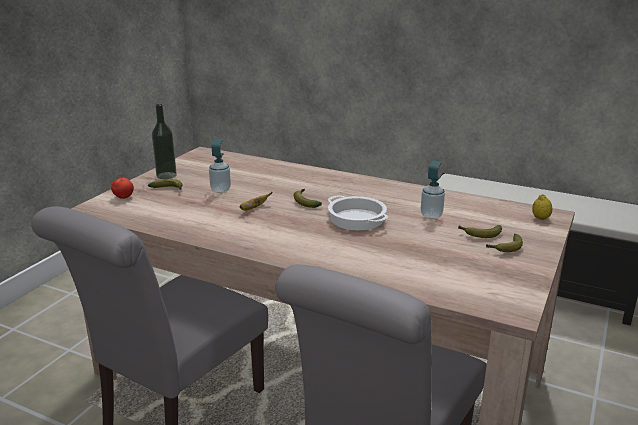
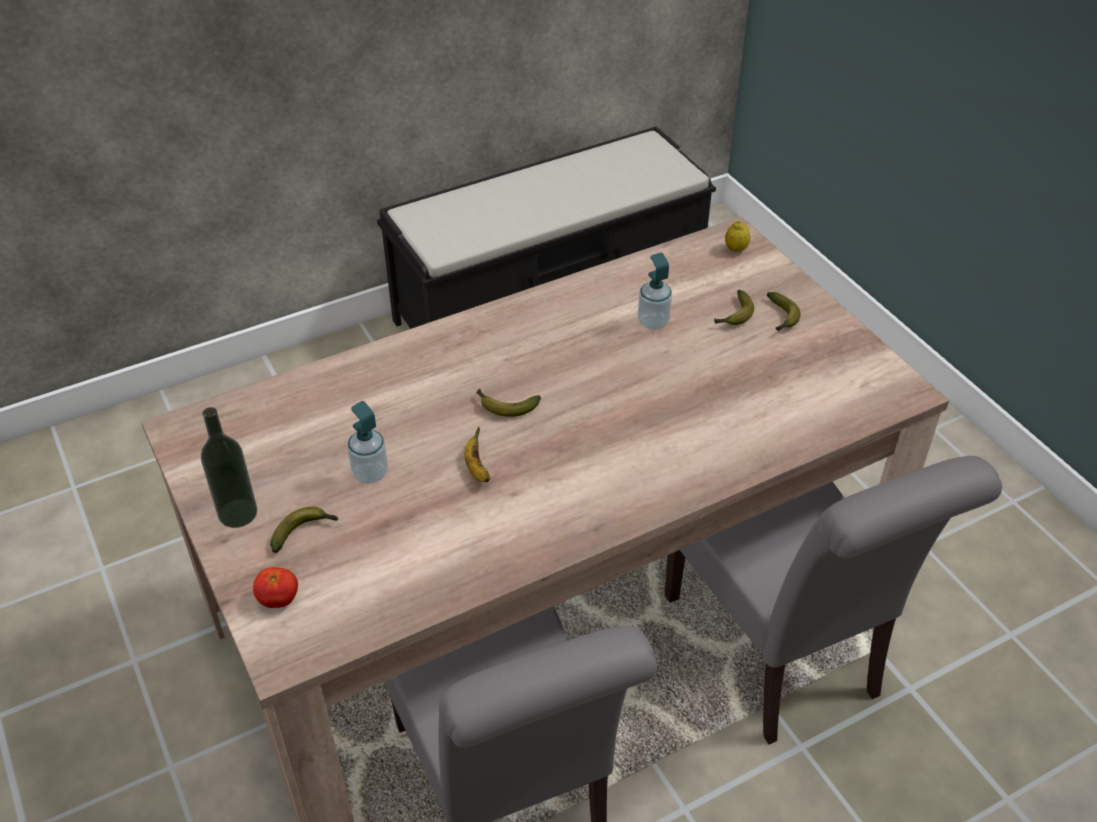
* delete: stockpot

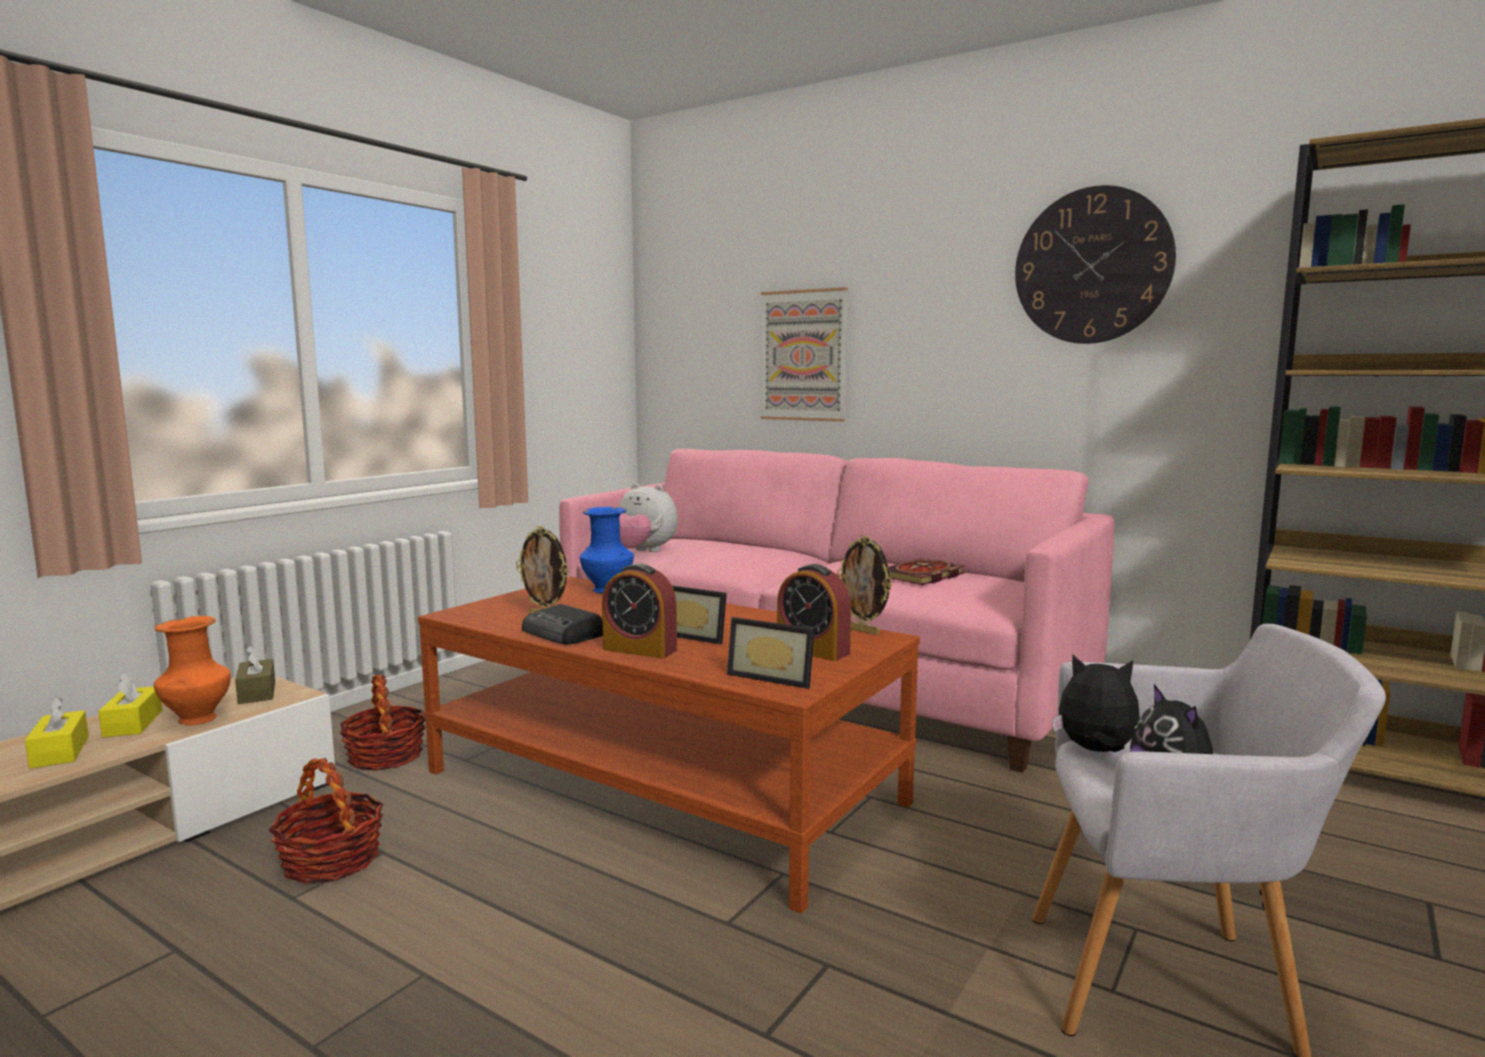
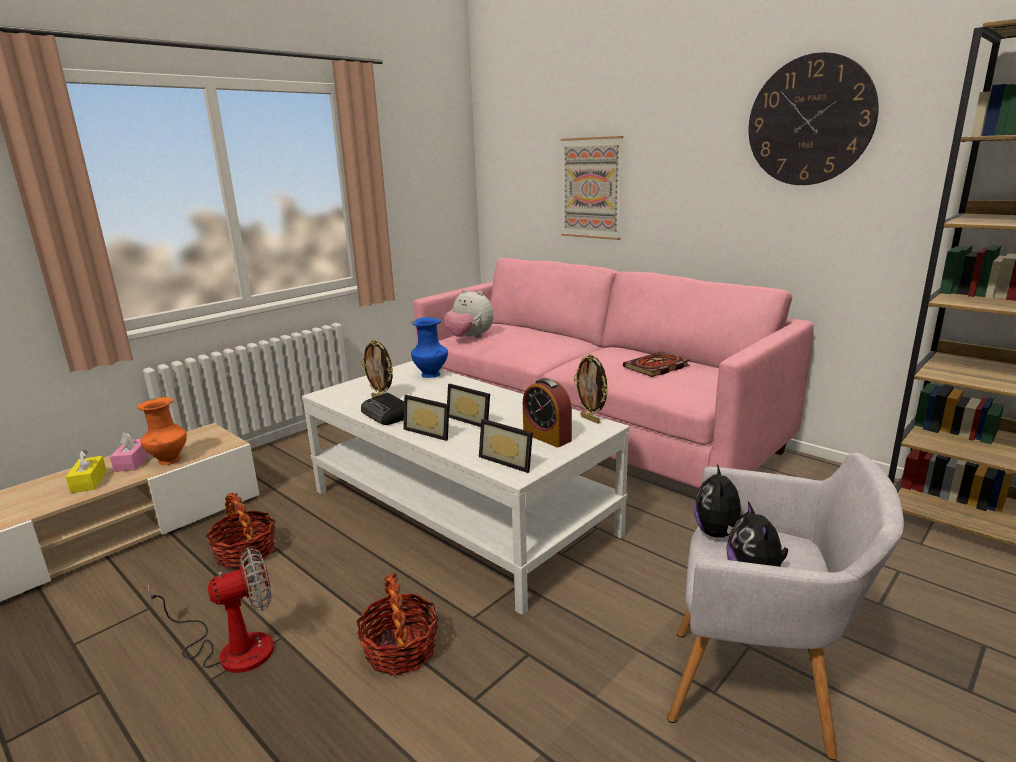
* recolor: box of tissues (yellowish) (2nd from left) to box of tissues (pinkish)
* insert: fan
* recolor: coffee table (brown-coloured) to coffee table (white)
* move: household basket (2nd from left)
* replace: bedside clock (1st from left) to photo frame (2nd from left)
* rotate: plush toy (2nd from left) 105 degrees counterclockwise
* delete: box of tissues (brown-coloured)

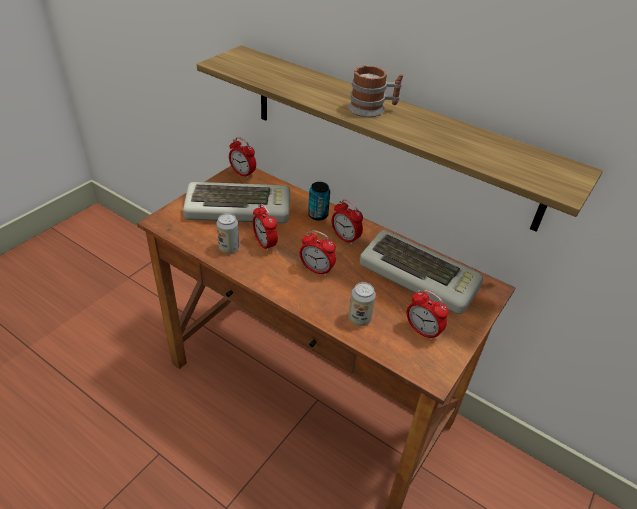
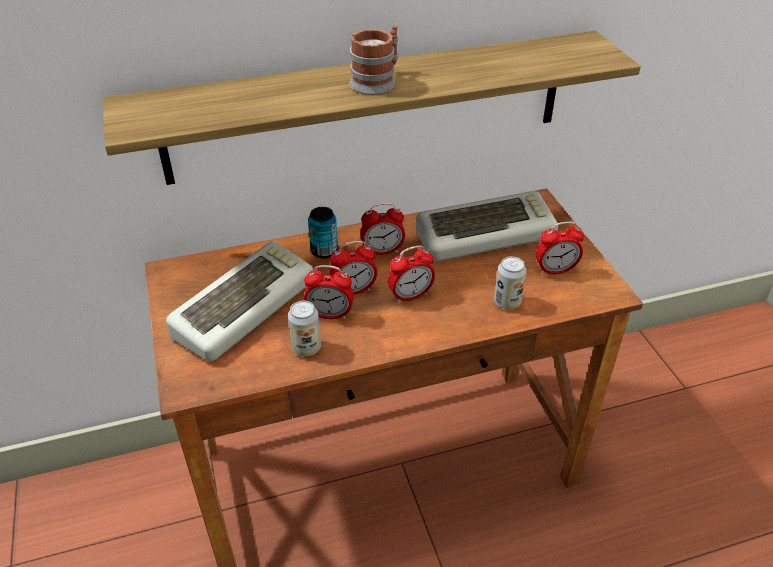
* move: bedside clock (1st from left in the first image) to bedside clock (2nd from left)

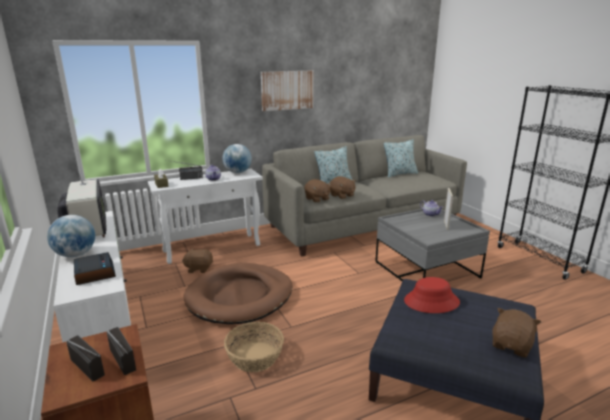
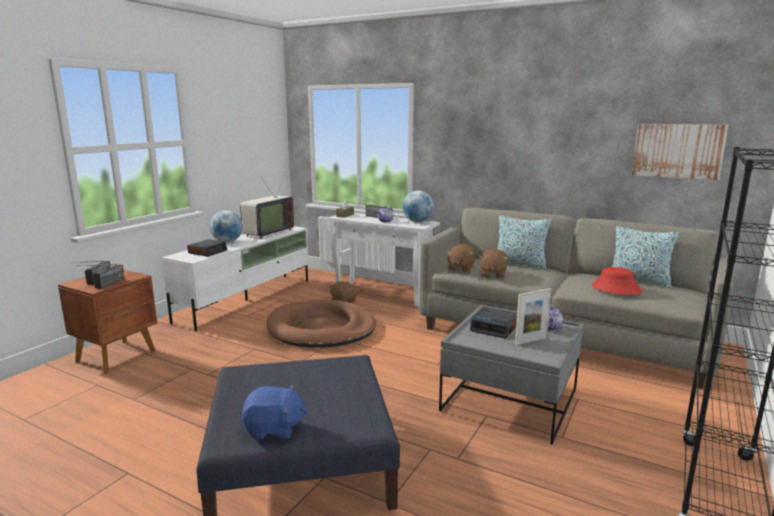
* recolor: plush toy (brown-coloured) (4th from left) to plush toy (bluish)
* insert: bedside clock (2nd from left)
* move: hat (red)
* move: wall picture
* delete: household basket

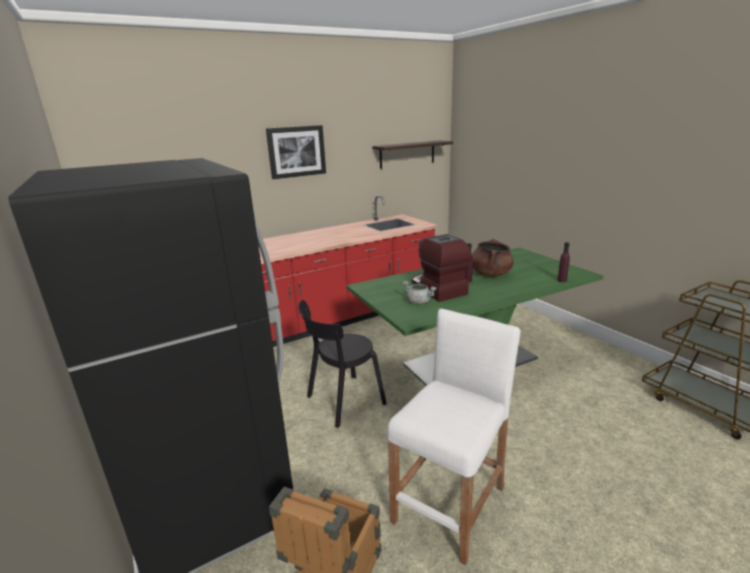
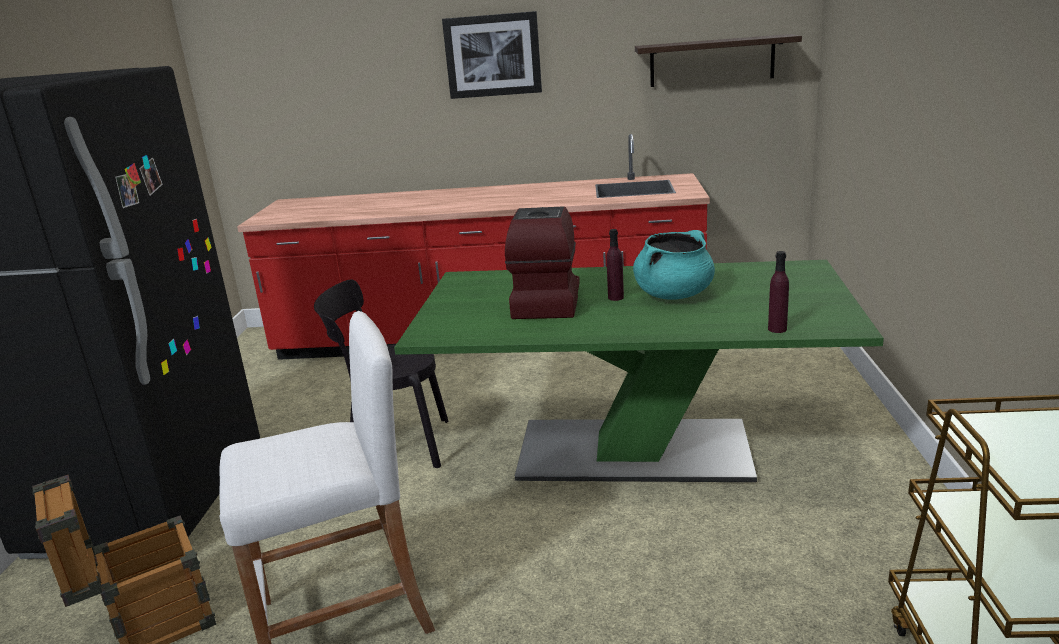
* recolor: stockpot (brown-coloured) to stockpot (blue-green)
* delete: stockpot (grey)

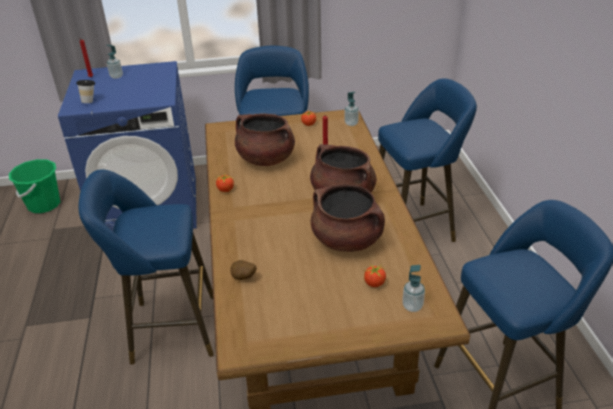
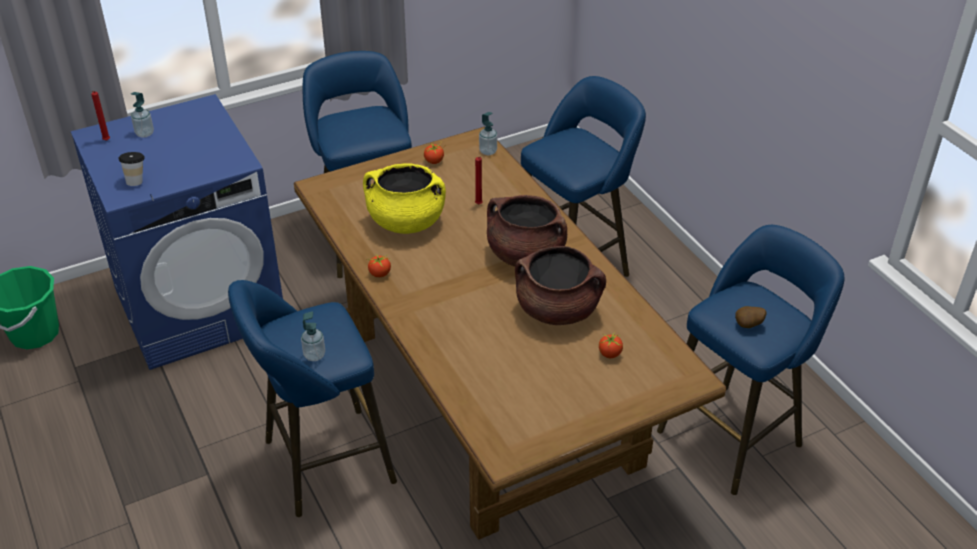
* move: liquid soap bottle (3rd from left in the first image) to liquid soap bottle (2nd from left)
* recolor: stockpot (brown-coloured) (1st from left) to stockpot (yellowish)
* move: whole potato

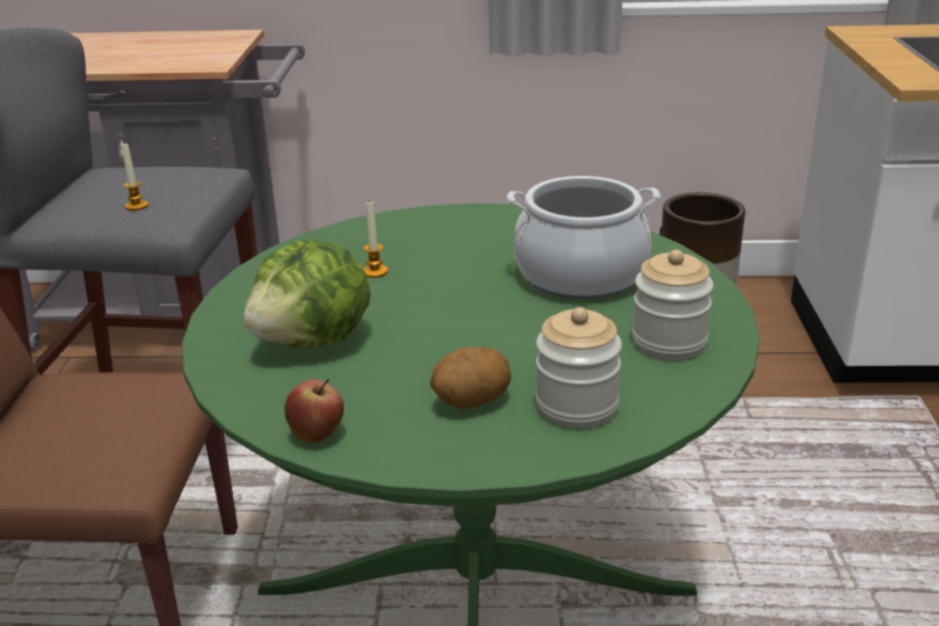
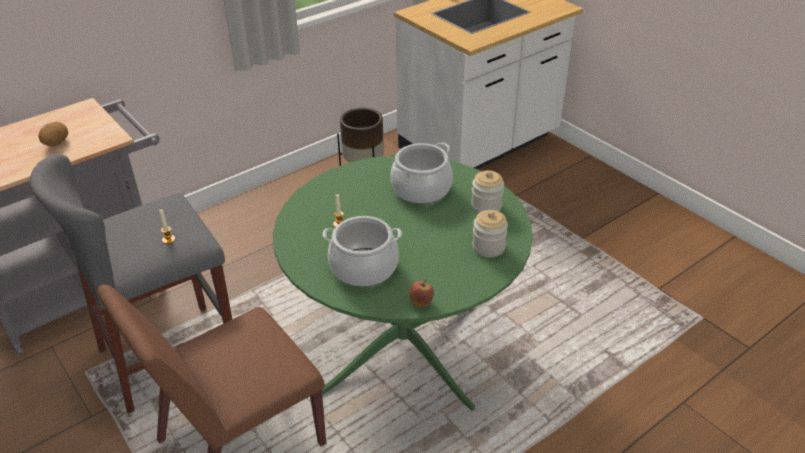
* move: whole potato
* replace: lettuce to stockpot (1st from left)

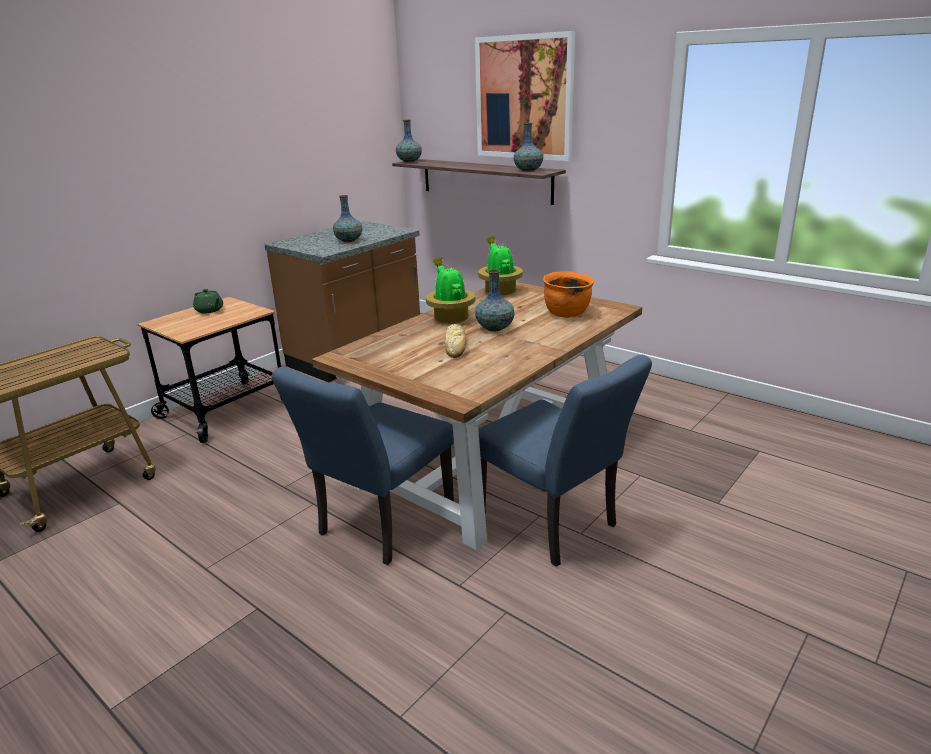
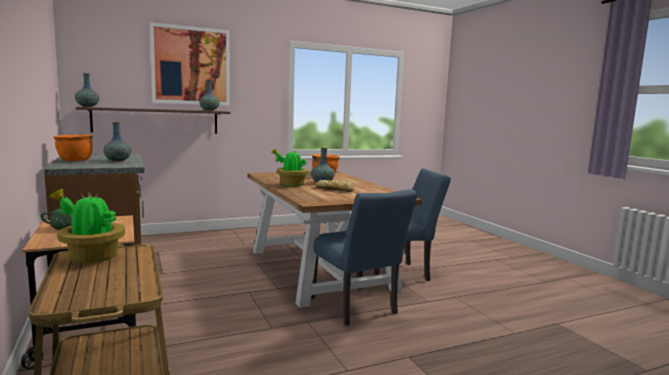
* move: houseplant (2nd from left in the first image) to houseplant (1st from left)
* insert: stockpot (orangey) (1st from left)

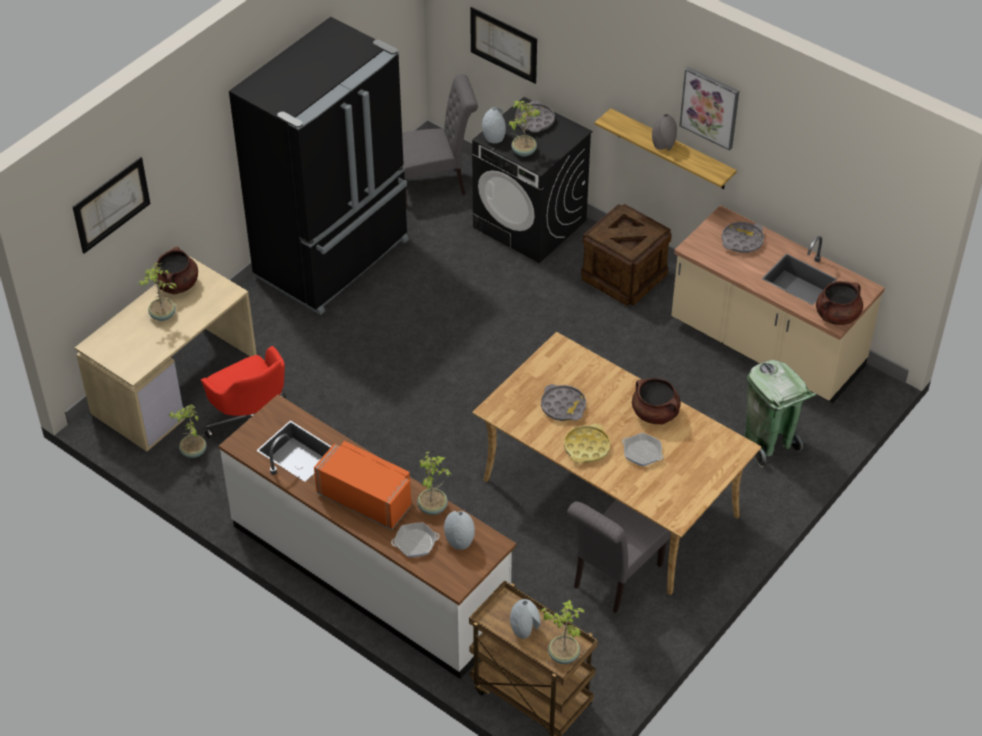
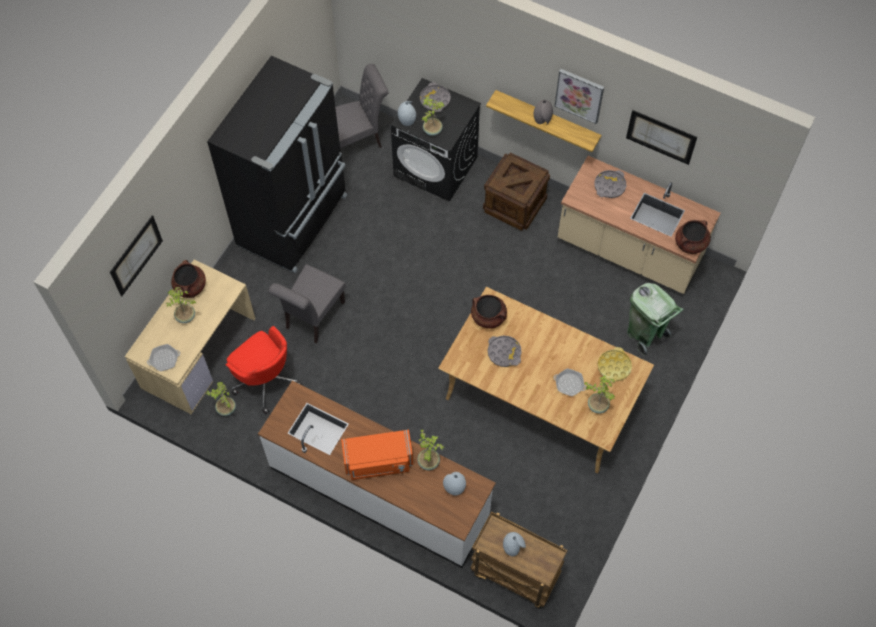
* move: pan (1st from left)
* move: plain chair (grey) (2nd from left in the first image) to plain chair (grey) (1st from left)
* rotate: microwave (orangey) 150 degrees clockwise
* move: stockpot (brown-coloured) (2nd from left)
* move: houseplant (5th from left)
* move: serving tray (yellowish)
* move: wall picture (2nd from left in the first image) to wall picture (3rd from left)

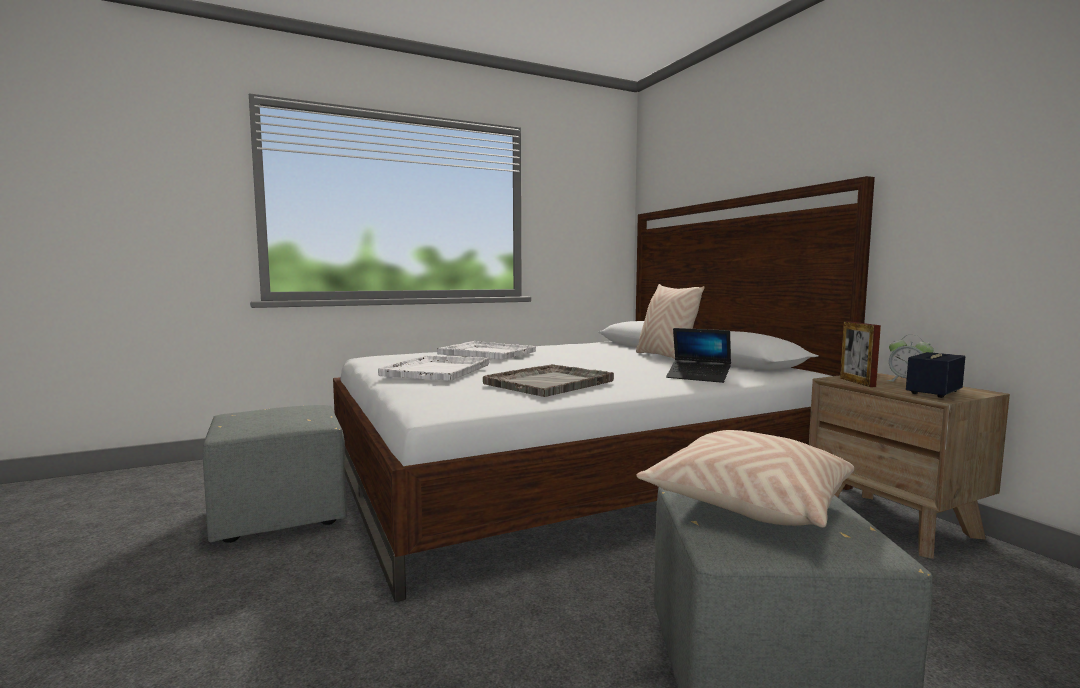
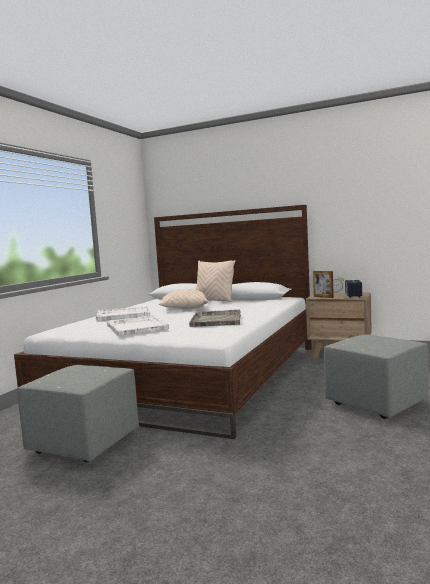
* move: throw pillow (beige) (2nd from left in the first image) to throw pillow (beige) (1st from left)
* delete: portable computer

